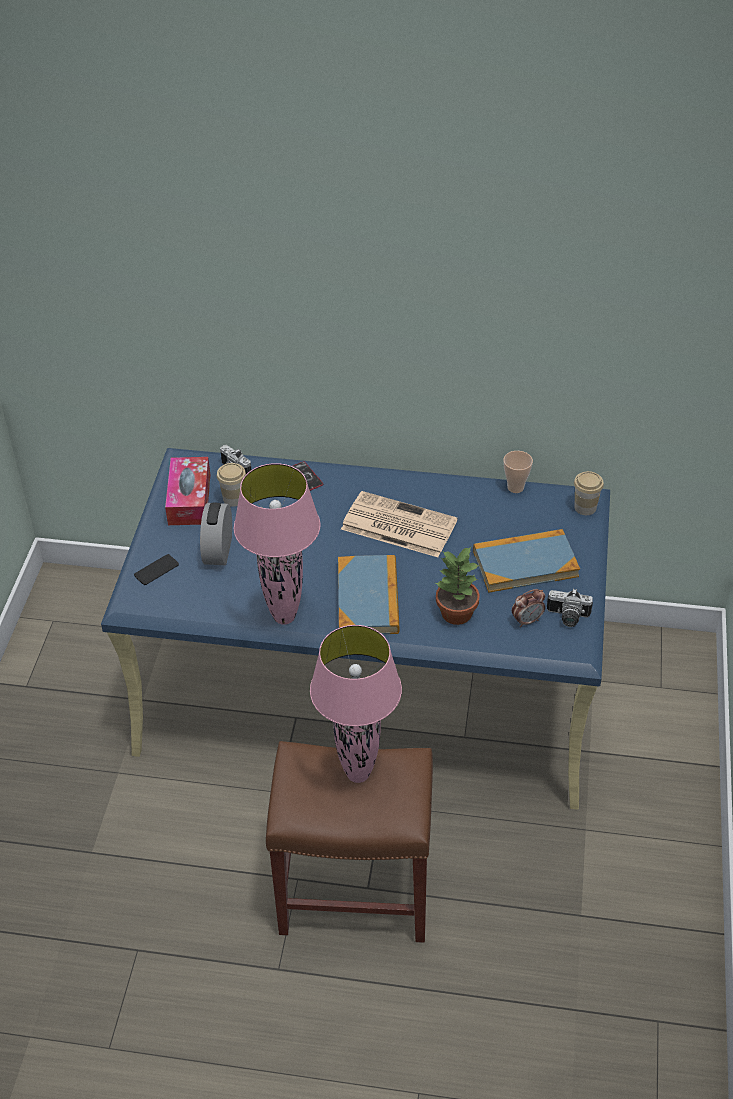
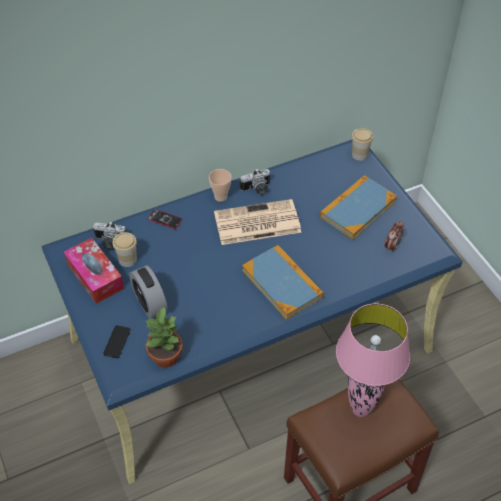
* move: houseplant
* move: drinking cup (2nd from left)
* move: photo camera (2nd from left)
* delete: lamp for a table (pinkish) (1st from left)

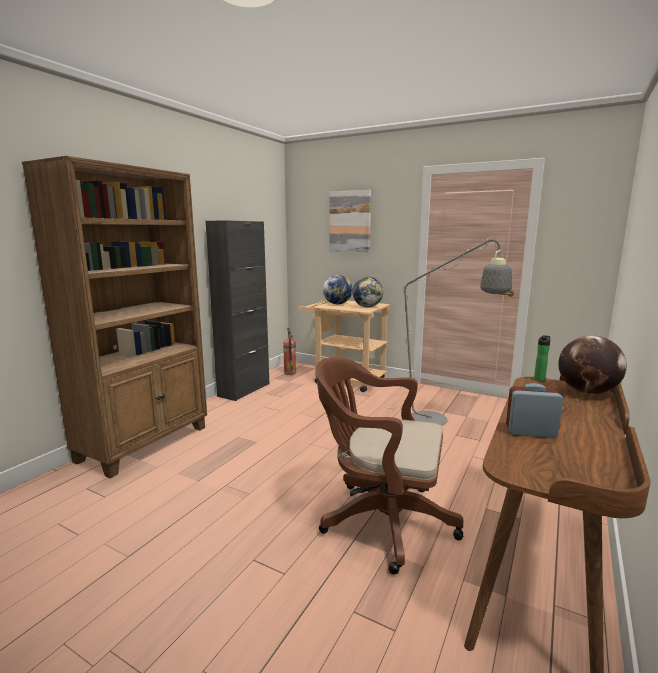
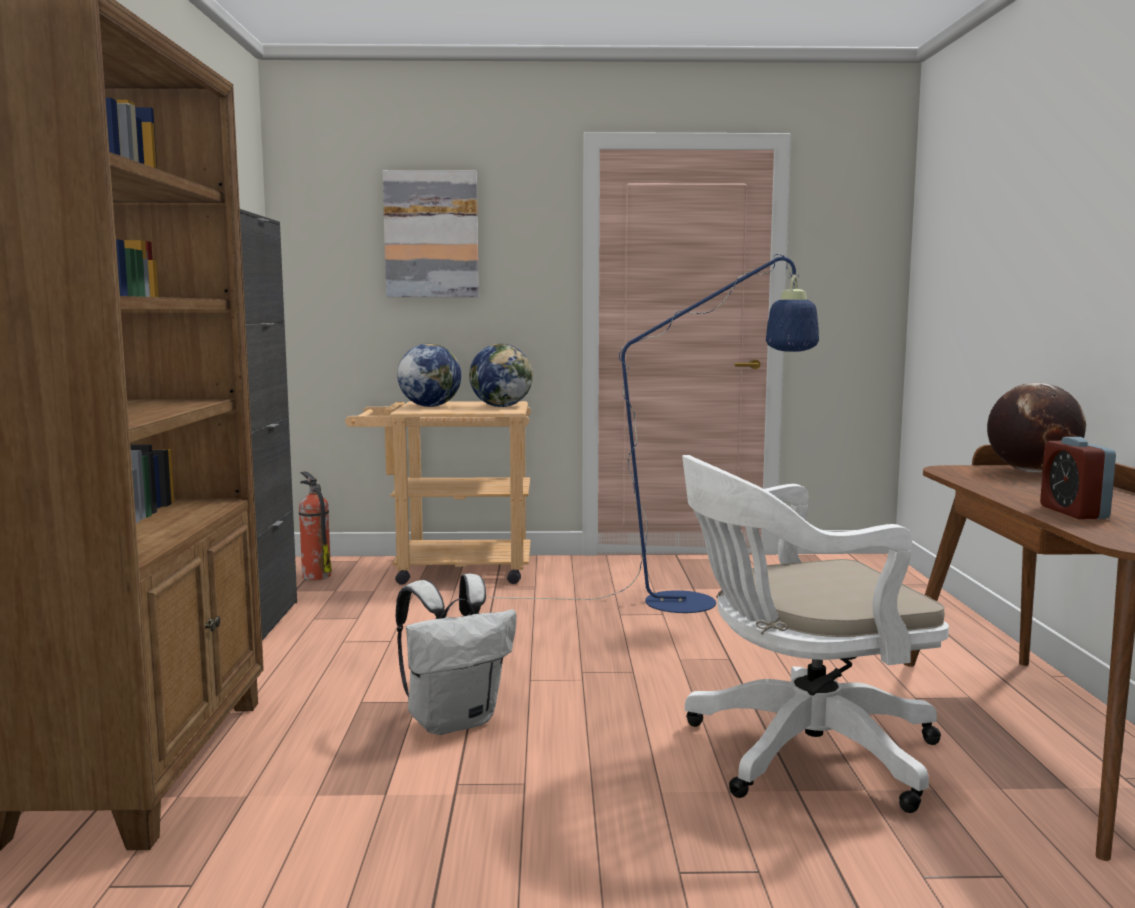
* insert: rucksack (white)
* recolor: standing lamp (grey) to standing lamp (bluish)
* recolor: computer chair (brown-coloured) to computer chair (white)
* rotate: bedside clock 75 degrees counterclockwise
* delete: bottle

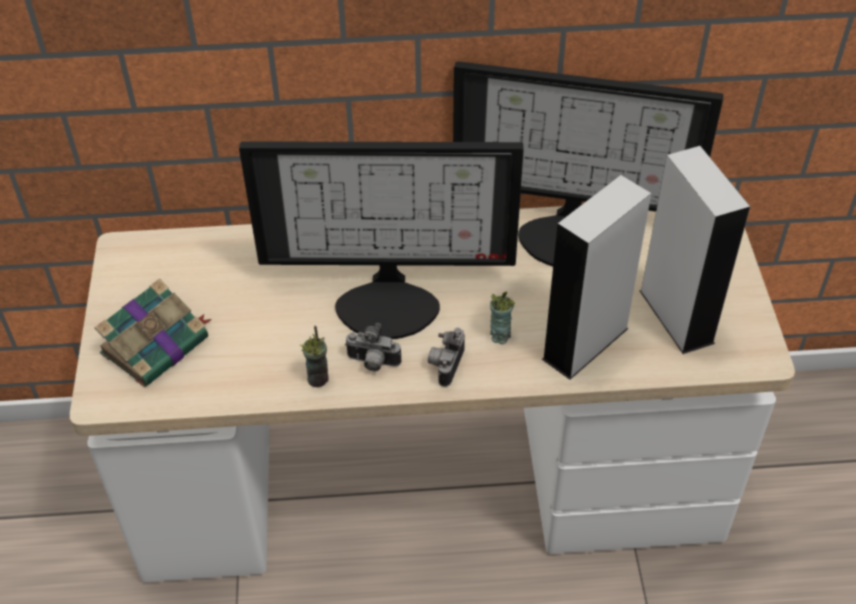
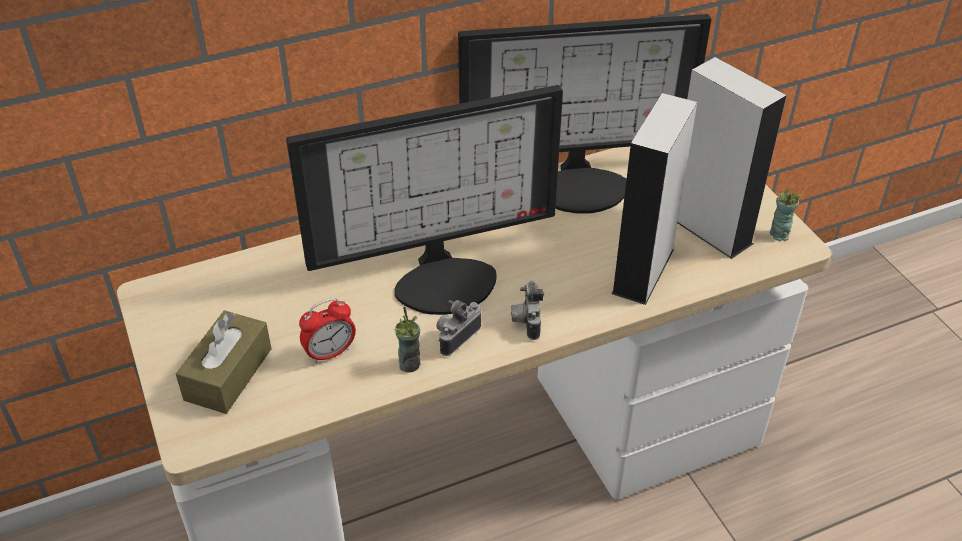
* replace: volume to box of tissues (brown-coloured)
* insert: bedside clock
* rotate: photo camera (1st from left) 135 degrees clockwise
* move: drinking cup (2nd from left)

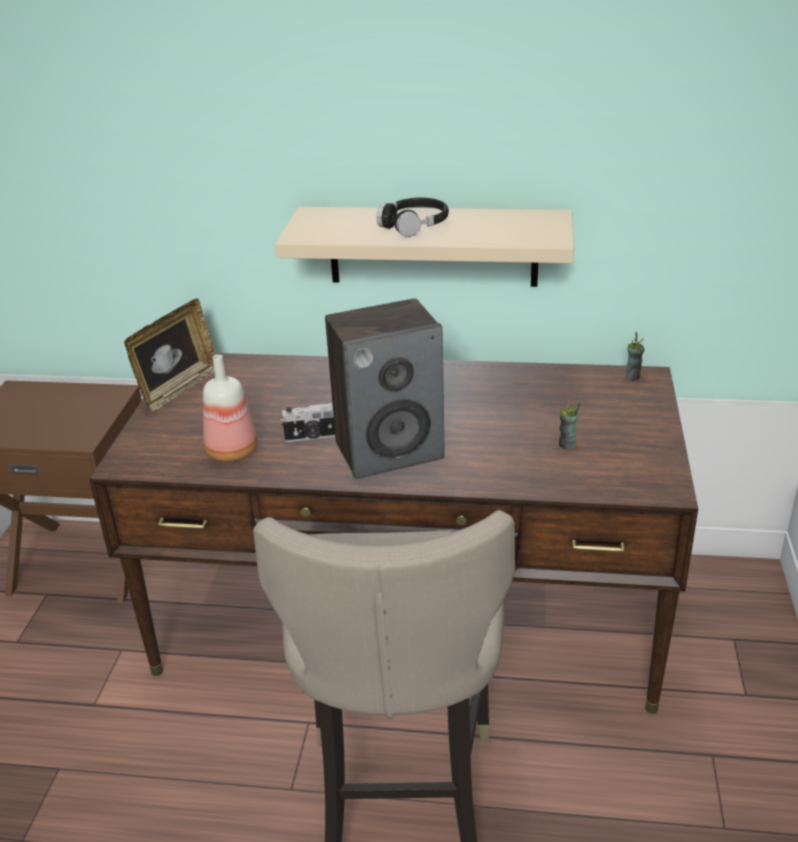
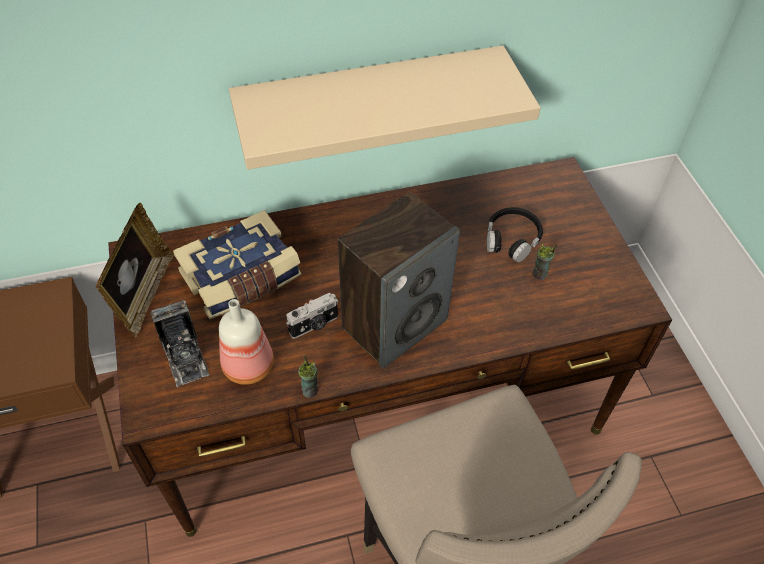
* insert: photo camera (1st from left)
* insert: volume
* move: drinking cup (2nd from left in the first image) to drinking cup (1st from left)
* move: headphones (black-coloured)

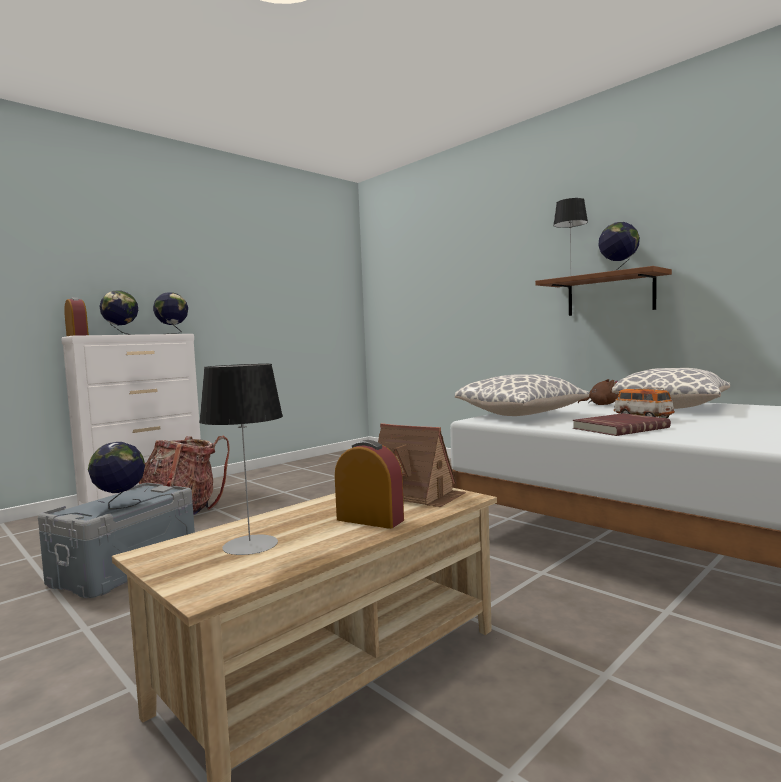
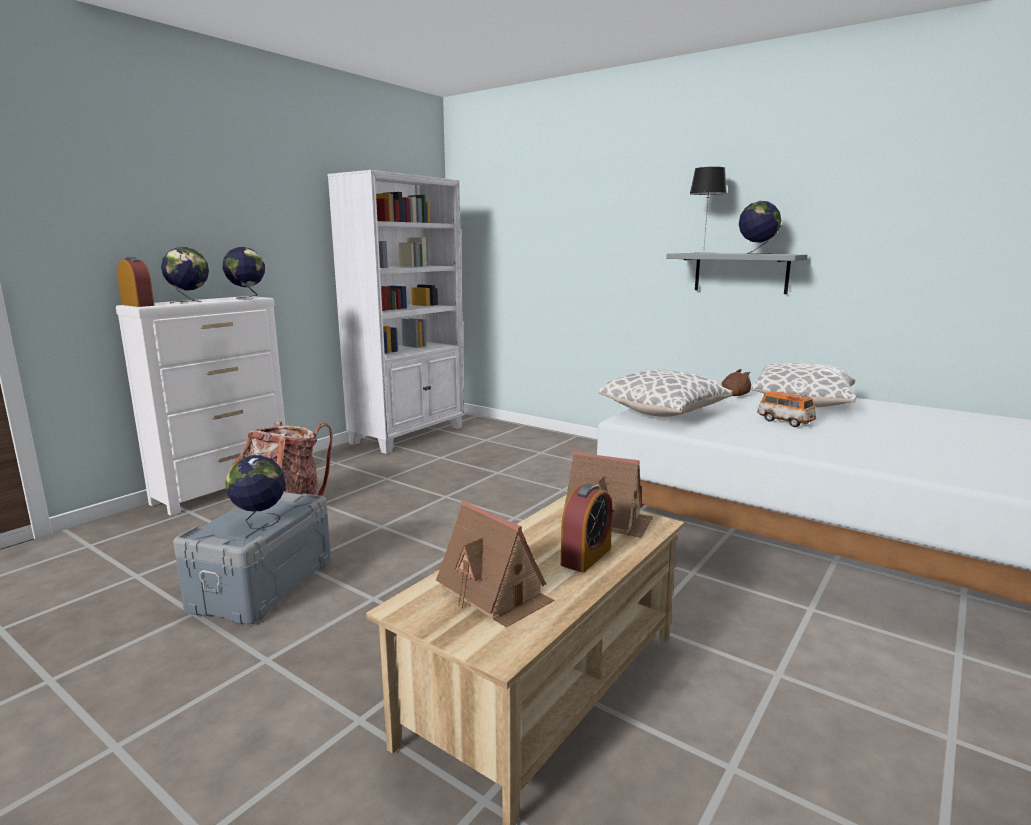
* insert: bookshelf (white)
* replace: lamp for a table (1st from left) to model house (1st from left)
* rotate: bedside clock (2nd from left) 105 degrees clockwise
* recolor: shelf (brown-coloured) to shelf (grey)
* delete: volume (red)

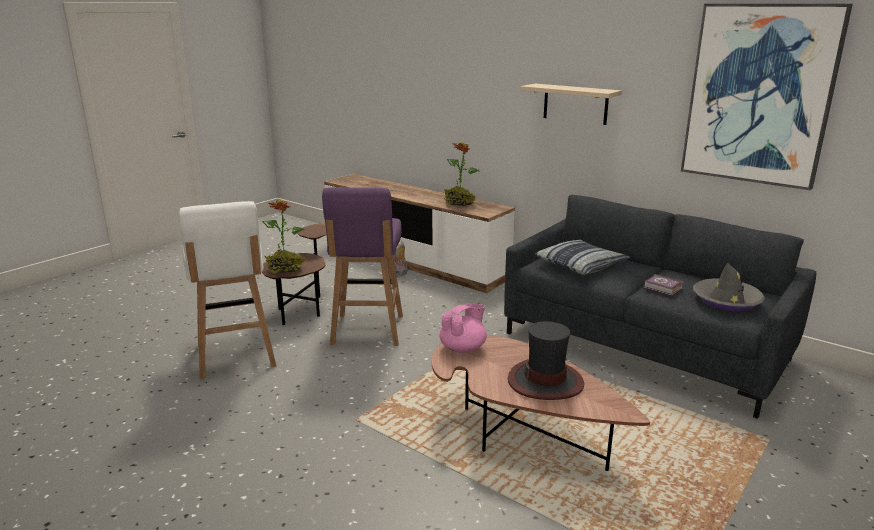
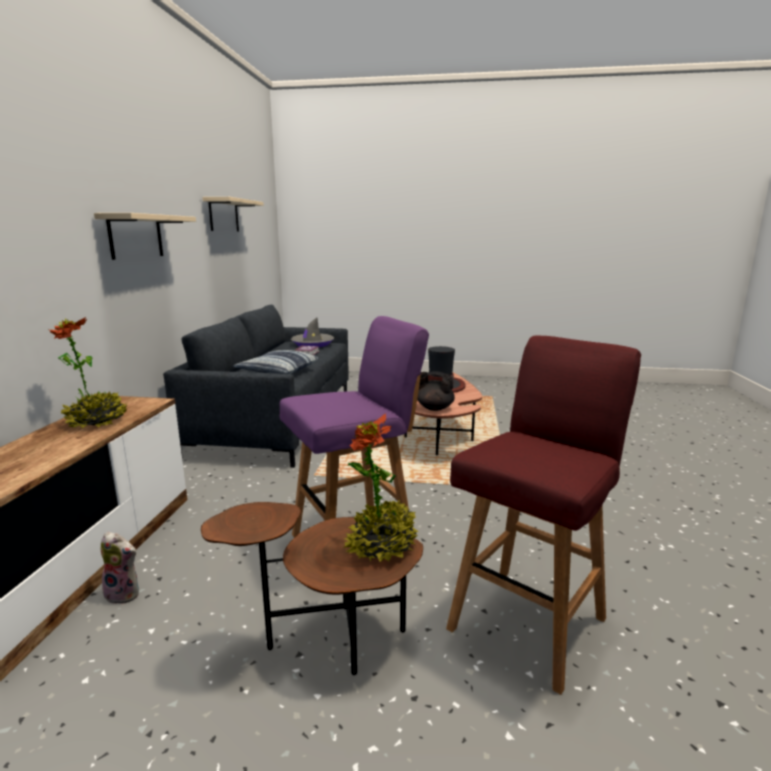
* replace: wall picture to shelf (beige) (2nd from left)
* recolor: tea pot (pinkish) to tea pot (black-coloured)
* recolor: stool seat (white) to stool seat (red)

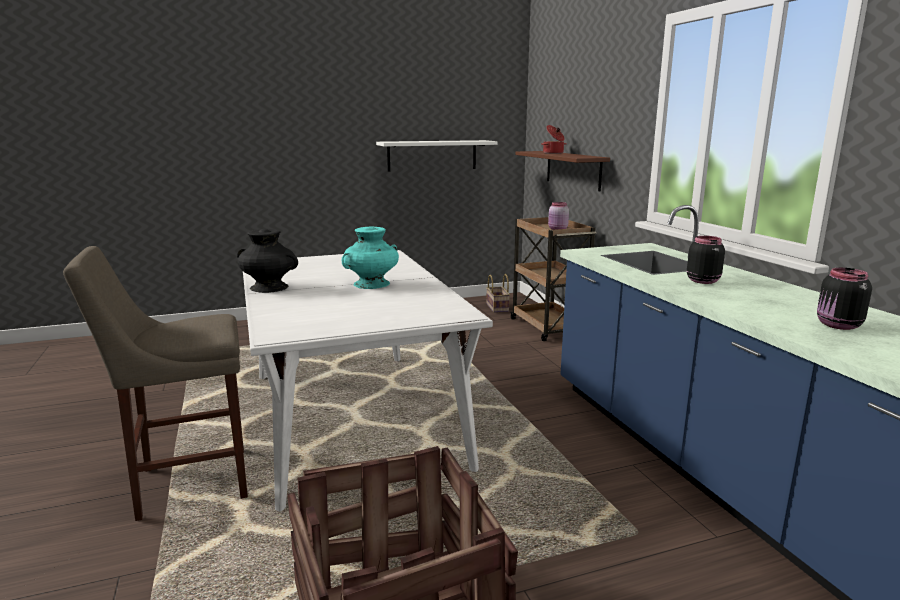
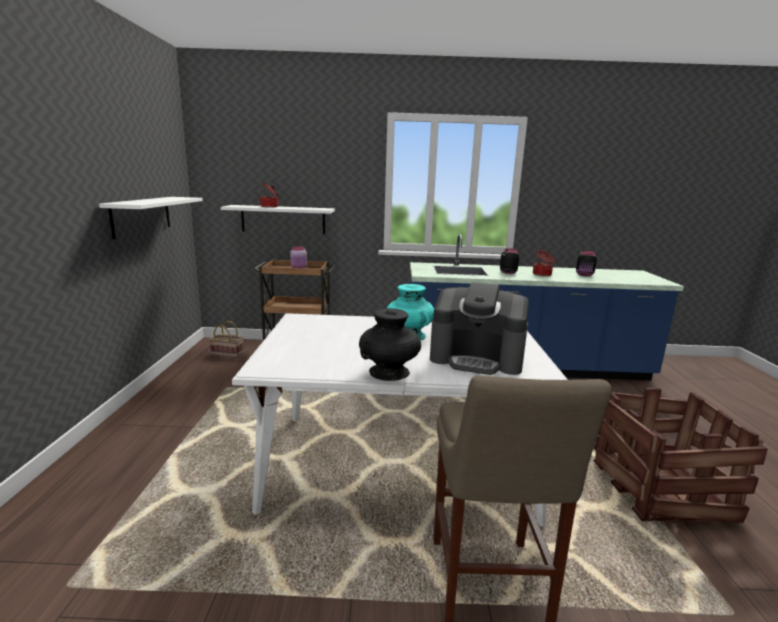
* recolor: shelf (brown-coloured) to shelf (white) (2nd from left)
* insert: coffee brewer
* insert: stockpot (2nd from left)

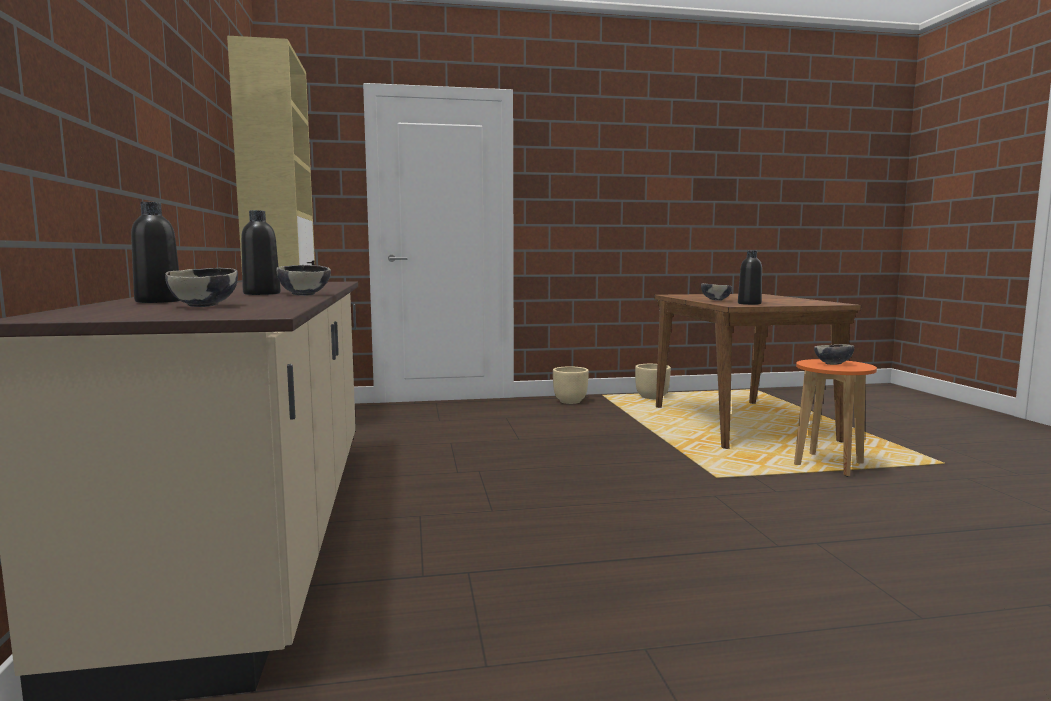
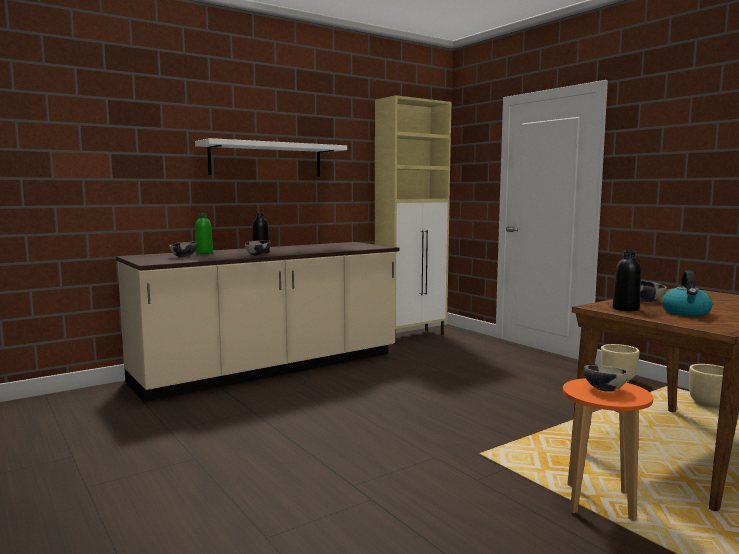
* insert: shelf (white)
* recolor: bottle (black-coloured) (1st from left) to bottle (green-coloured)
* insert: kettle

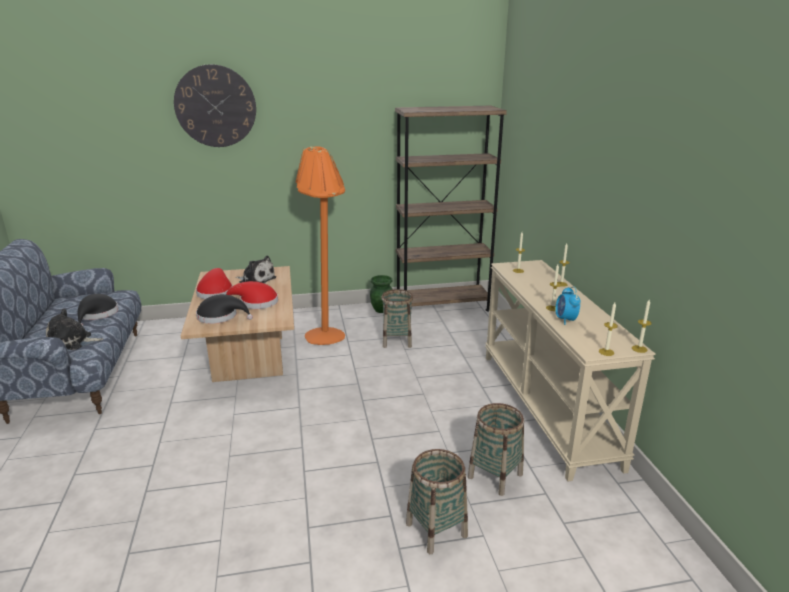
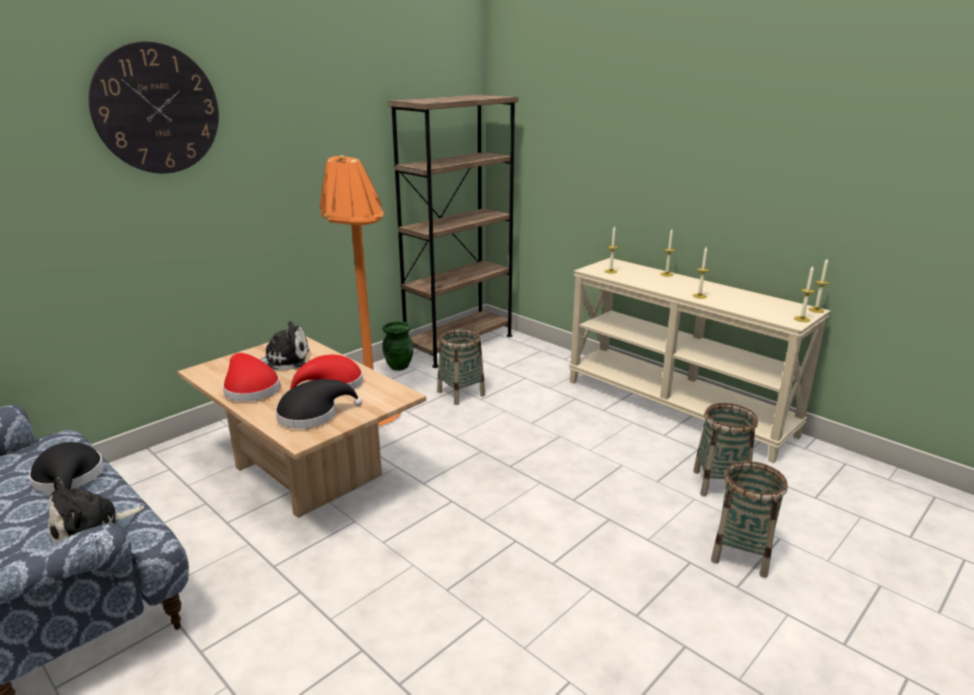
* delete: bedside clock

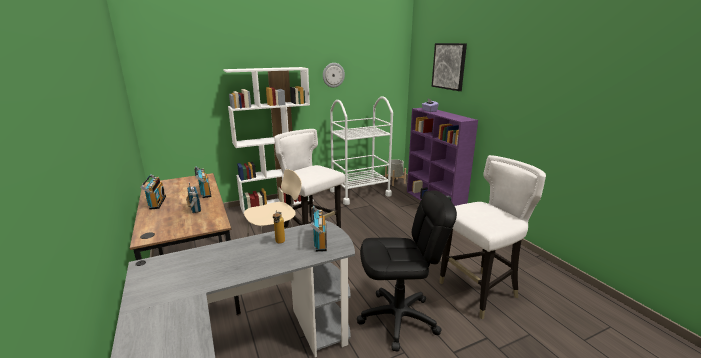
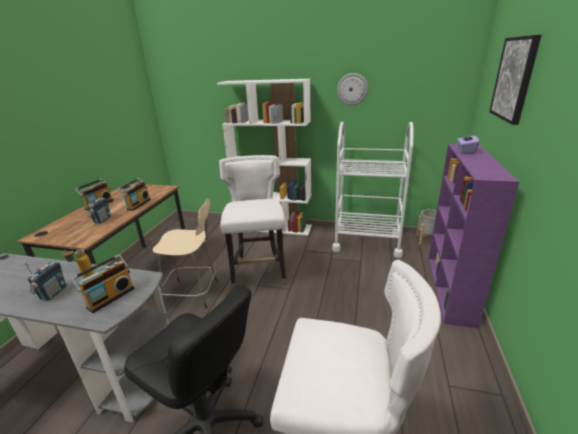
* insert: radio set (1st from left)

